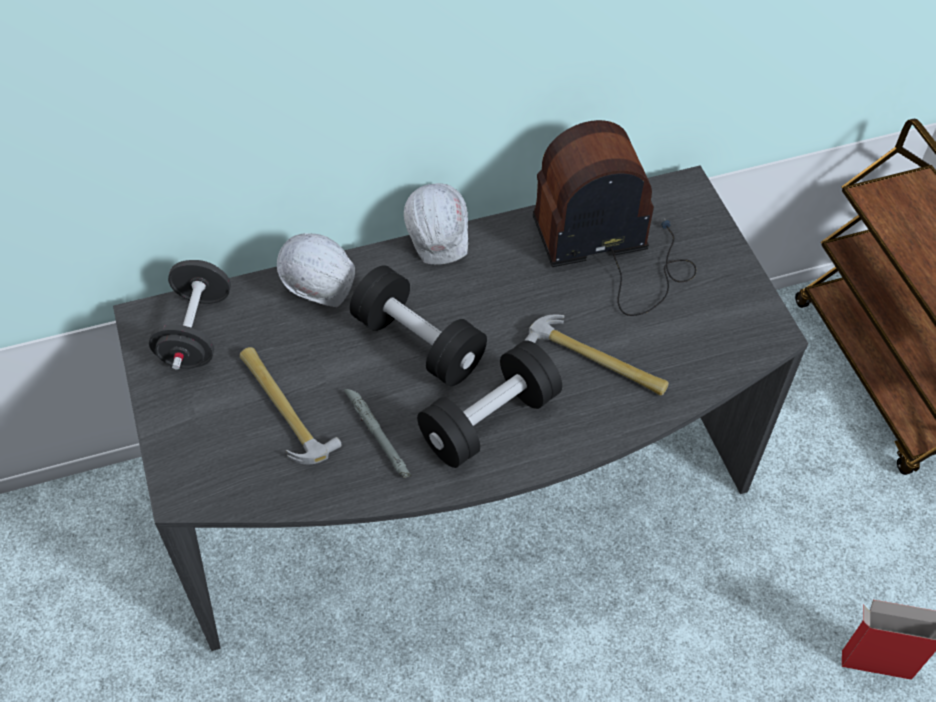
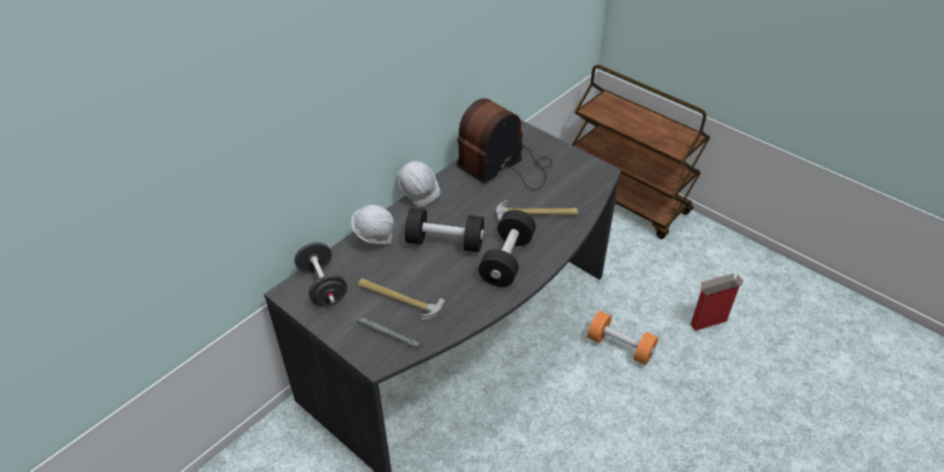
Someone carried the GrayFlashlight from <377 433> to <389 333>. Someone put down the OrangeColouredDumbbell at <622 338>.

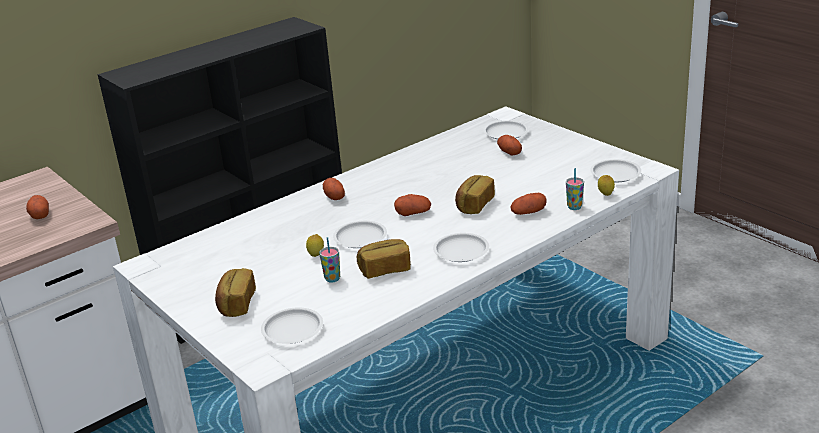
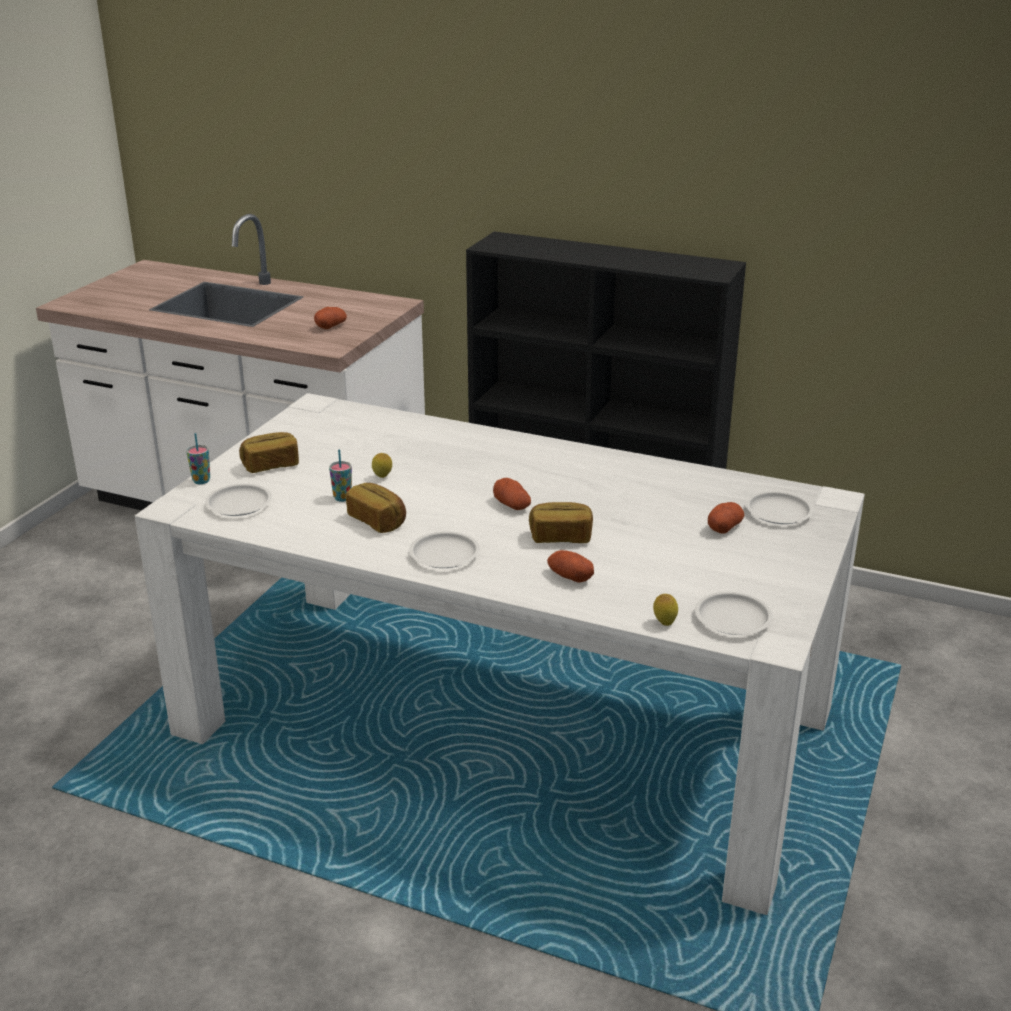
Someone carried the SmallCup from <575 189> to <198 458>. Someone took away the WholePotato at <334 189>. Someone took away the WhitishPlate at <360 234>.

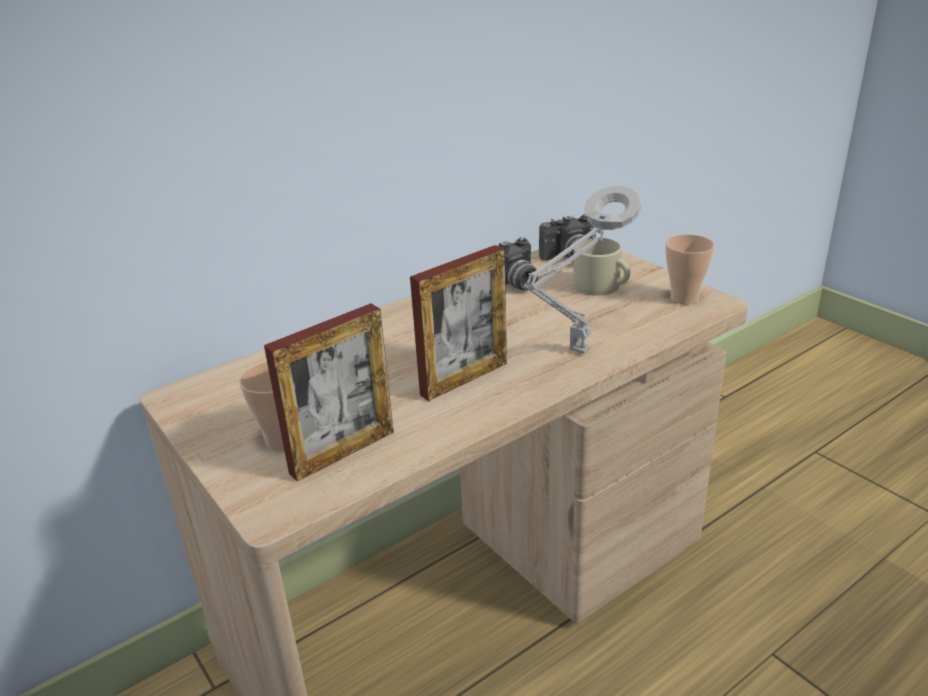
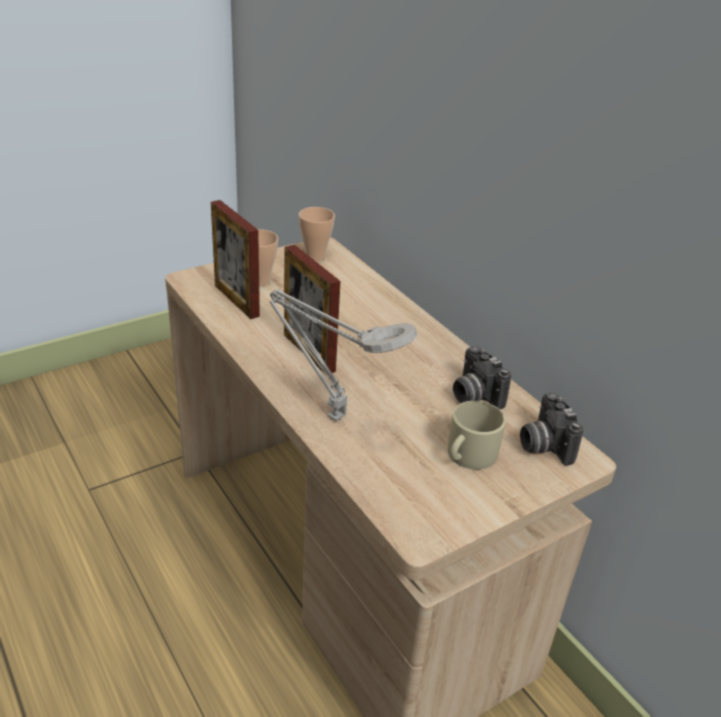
Someone carried the SmallCup from <690 269> to <317 234>.

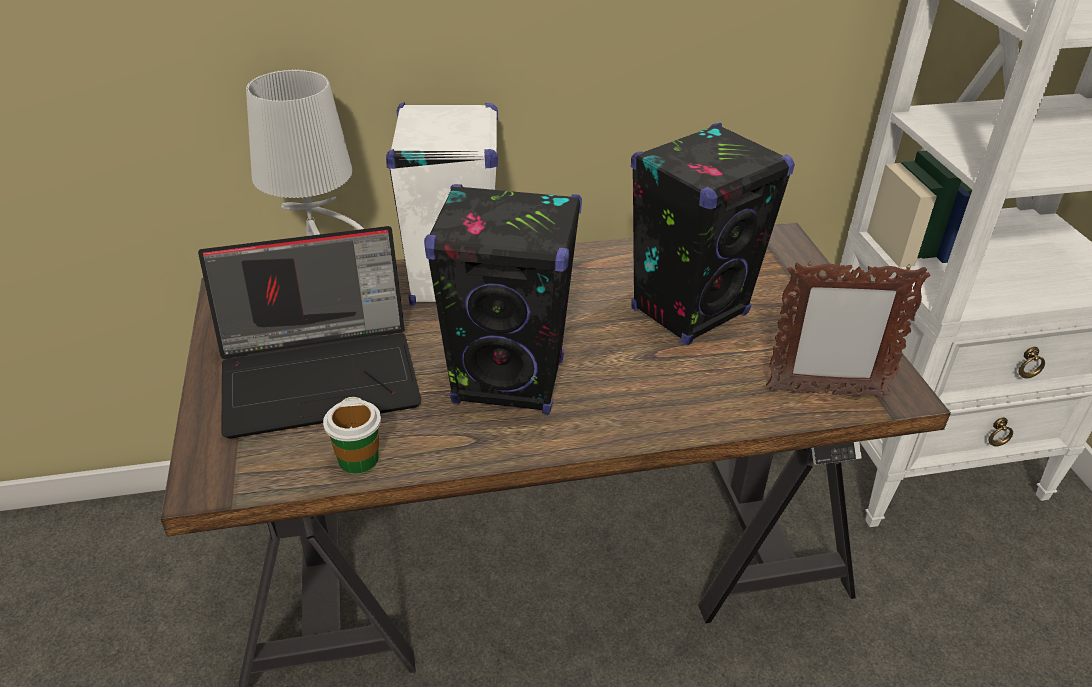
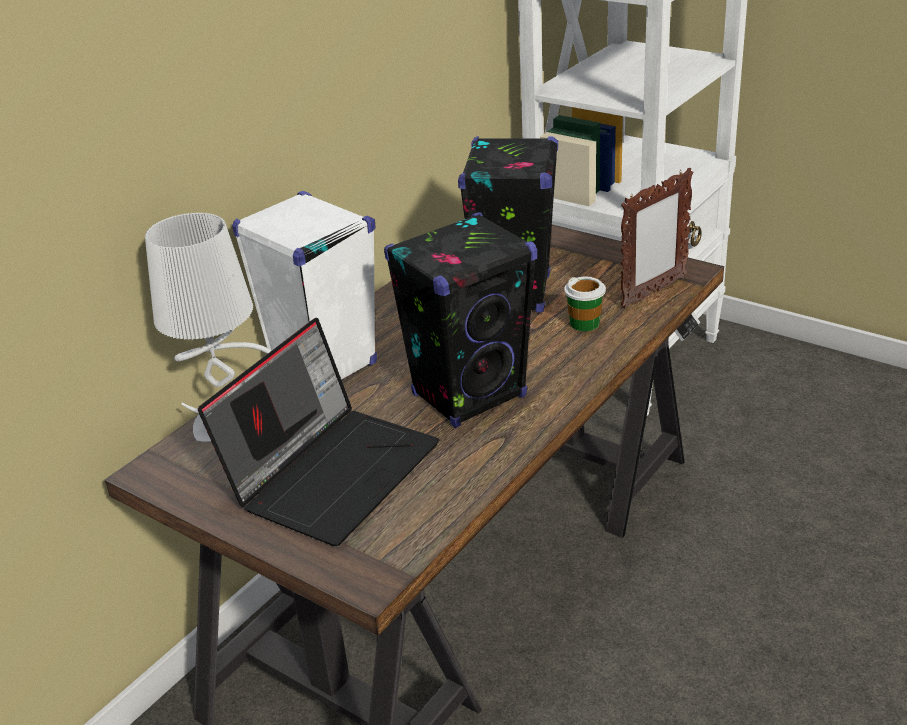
Someone carried the SmallCup from <352 435> to <585 304>.

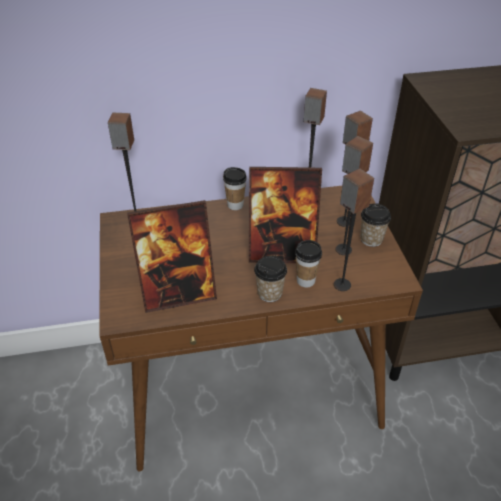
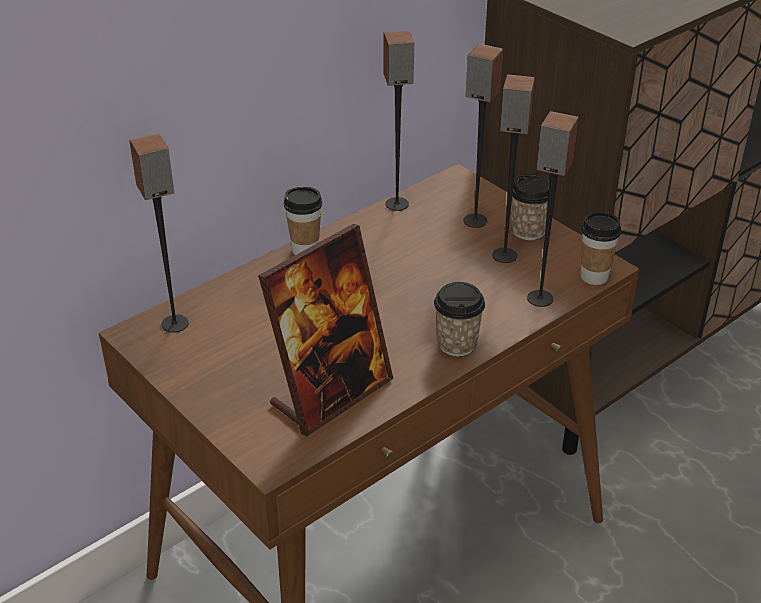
Someone carried the SmallCup from <308 264> to <601 248>. Someone took away the PictureFrame at <285 215>.

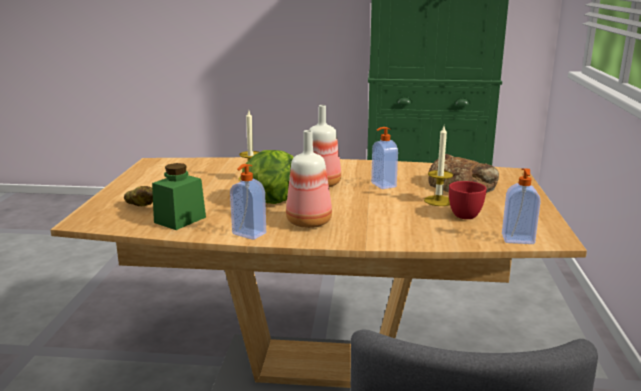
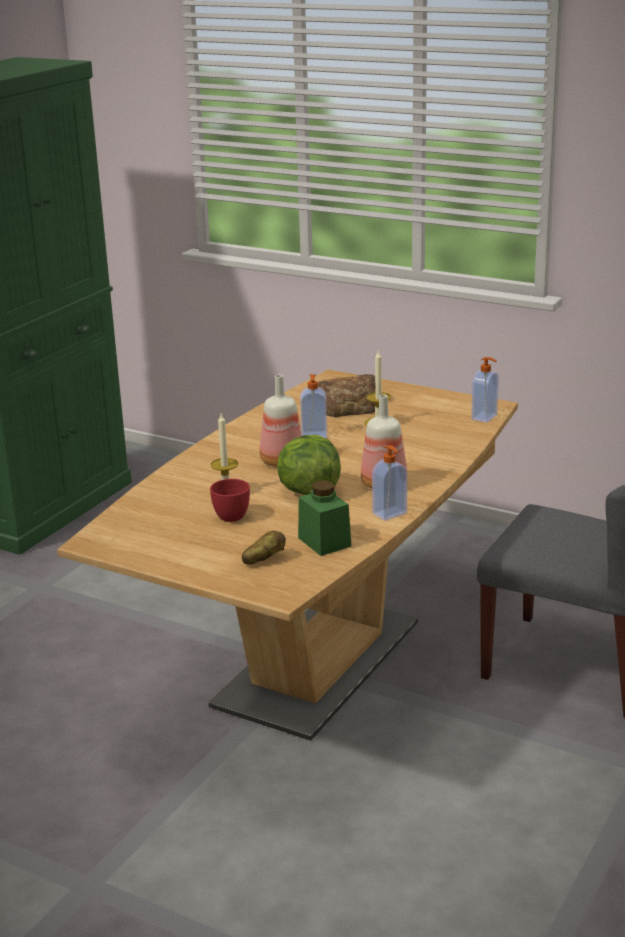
Someone carried the RedSmallCup from <468 200> to <230 500>.

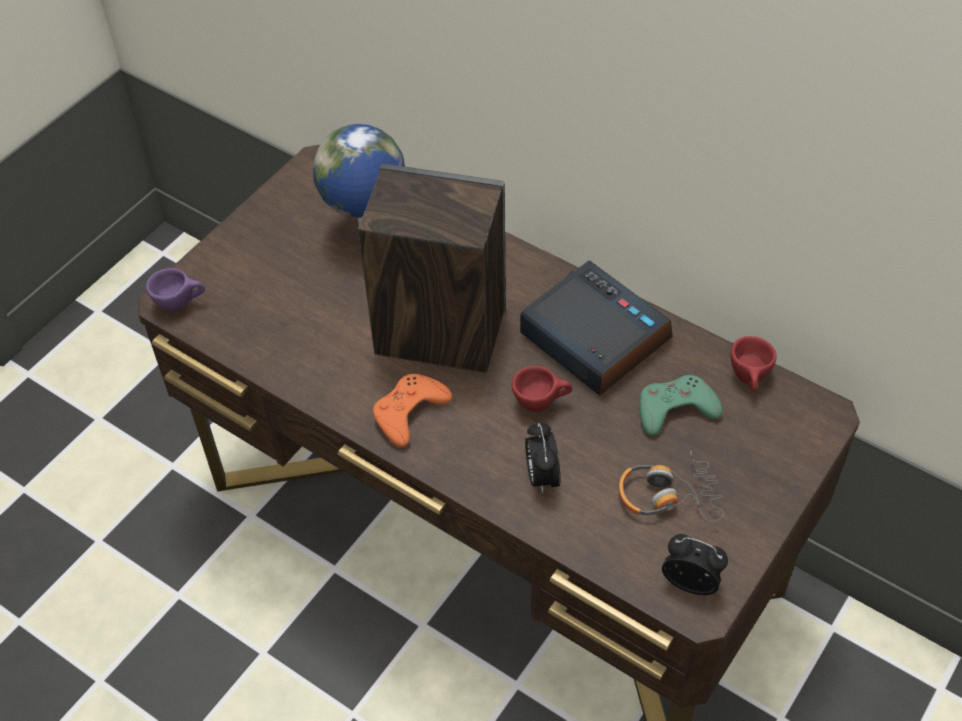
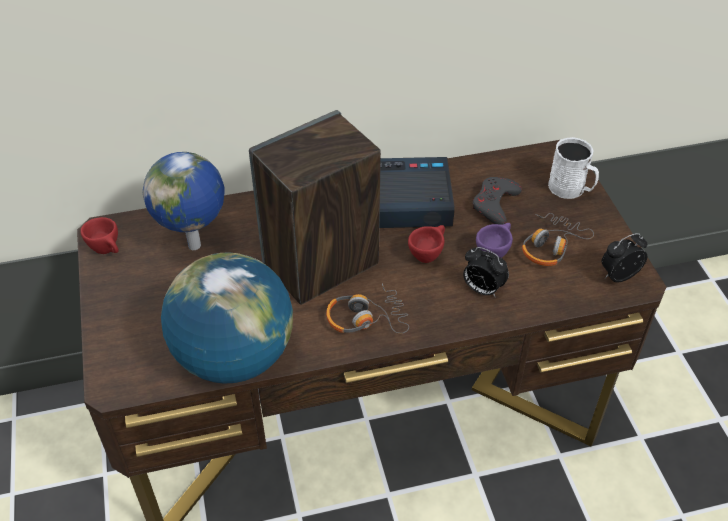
Someone carried the RedSmallCup from <754 364> to <99 235>. Someone put down the Globe at <227 318>. Someone swapped the OrangeColouredJoypad at <412 411> for the Headphones at <367 308>. Someone repainted the GreenColouredJoypad at <681 405>, which became the GrayJoypad at <497 201>. Someone carried the PurpleColouredSmallCup from <175 290> to <494 240>. Someone put down the WhitishTeaMug at <573 168>.

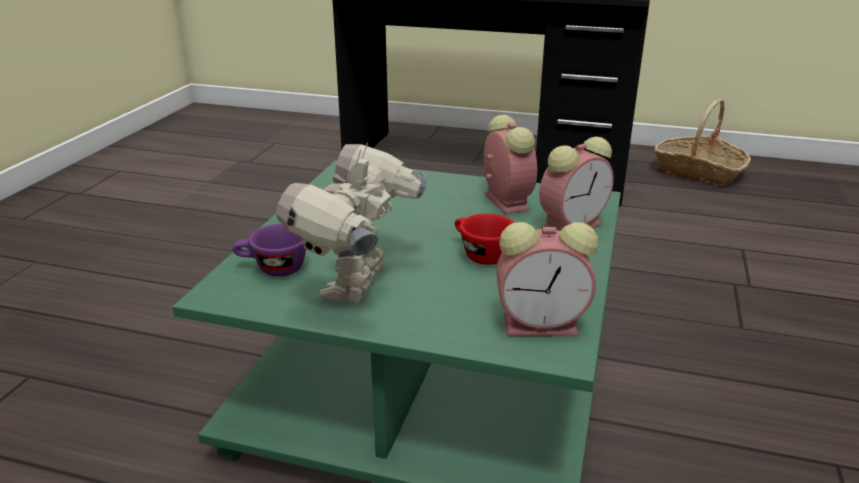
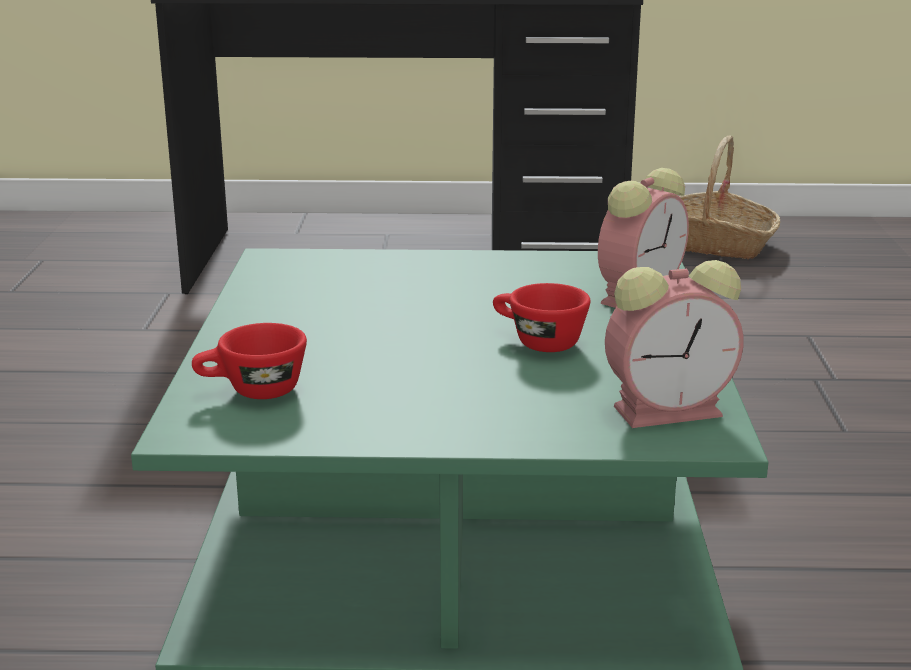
Someone repainted the PurpleColouredSmallCup at <269 250>, which became the RedSmallCup at <249 361>. Someone took away the RobotFigure at <351 223>. Someone took away the BedsideClock at <510 164>.

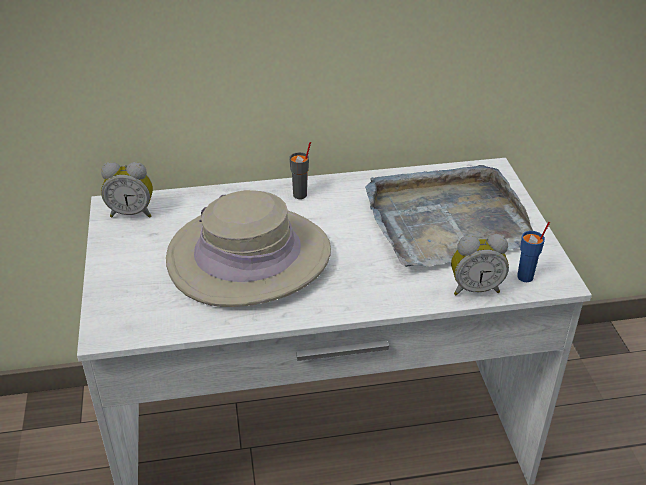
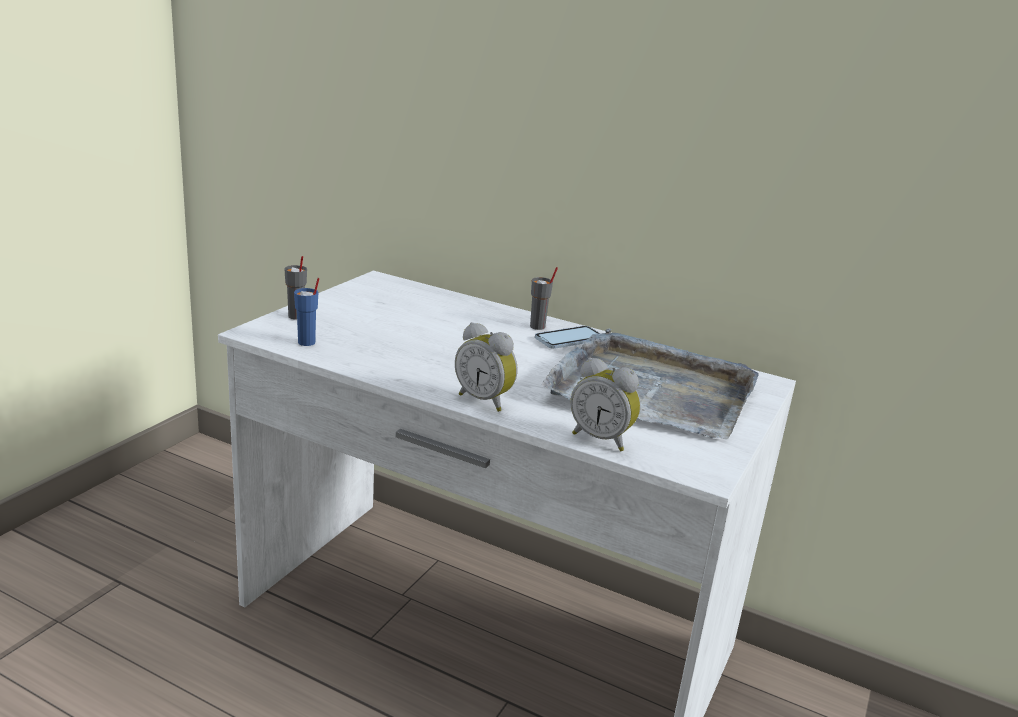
Someone put down the GraySmallCup at <295 288>. Someone carried the BluishSmallCup from <533 252> to <307 312>. Someone carried the BedsideClock from <127 190> to <486 367>. Someone put down the Phone at <568 337>. Someone took away the BeigeColouredHat at <248 248>.

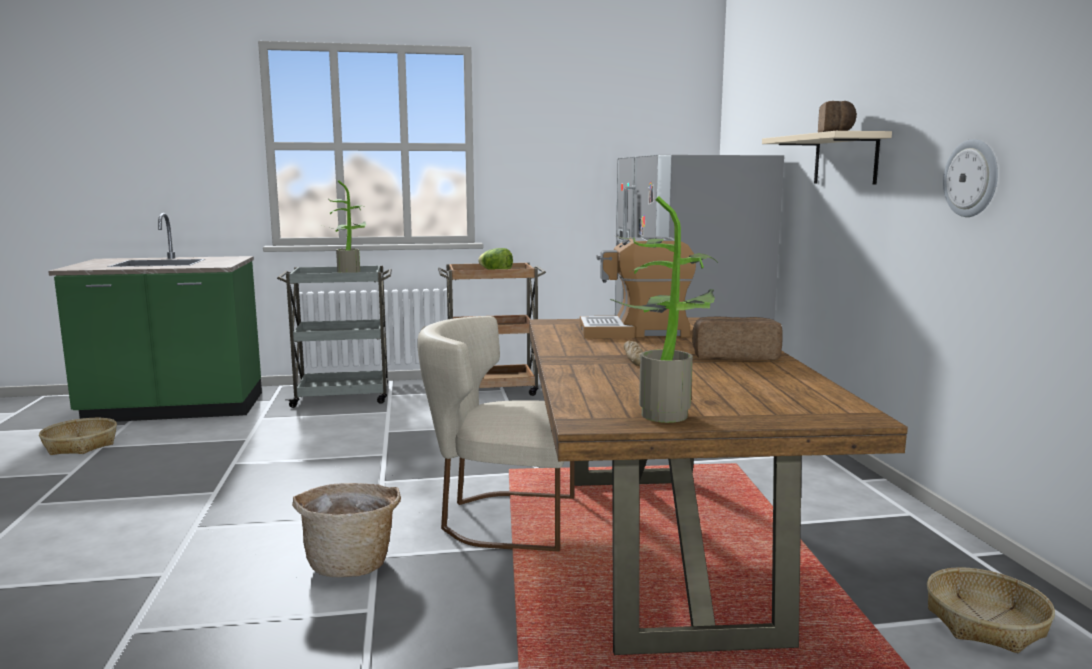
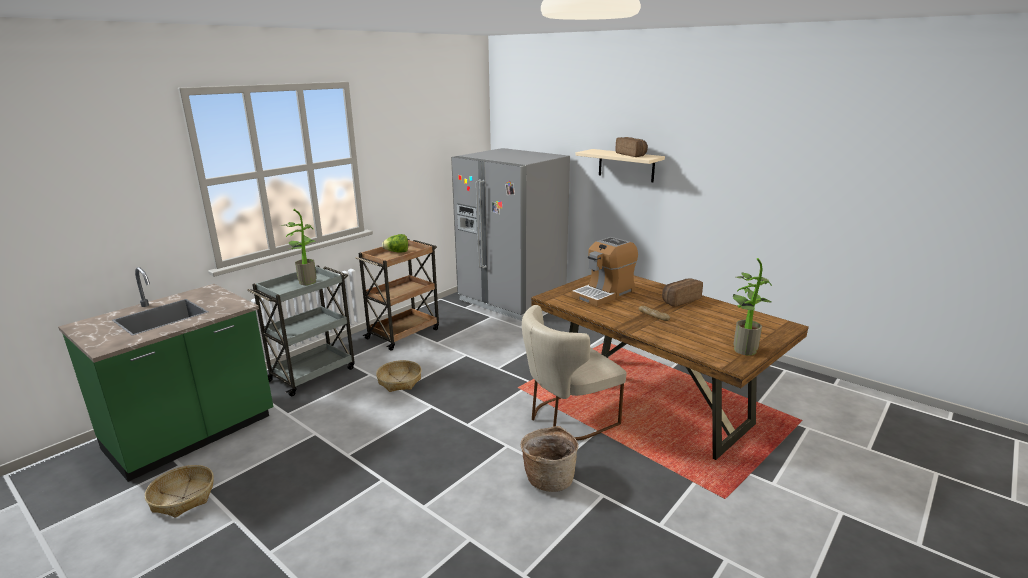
Someone carried the Basket from <991 610> to <399 376>. Someone took away the ClockOnTheWall at <970 178>.

